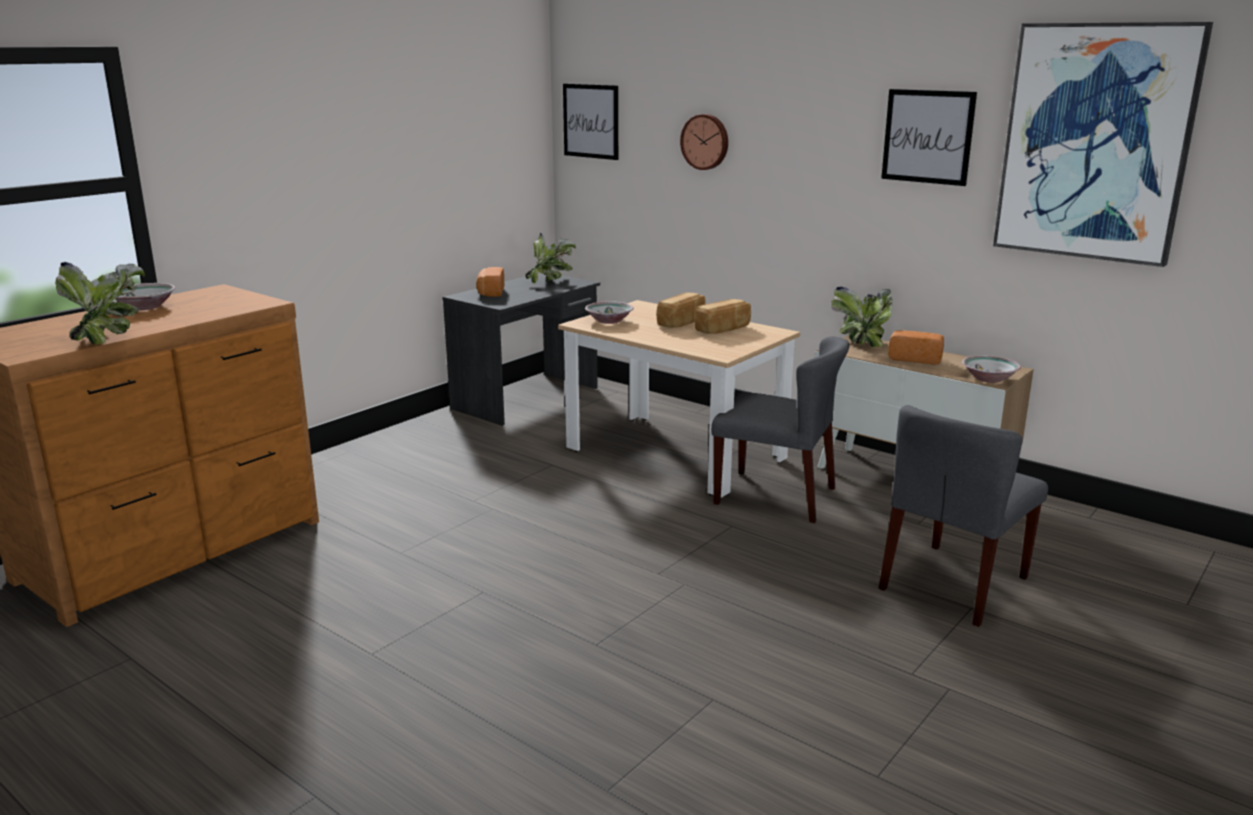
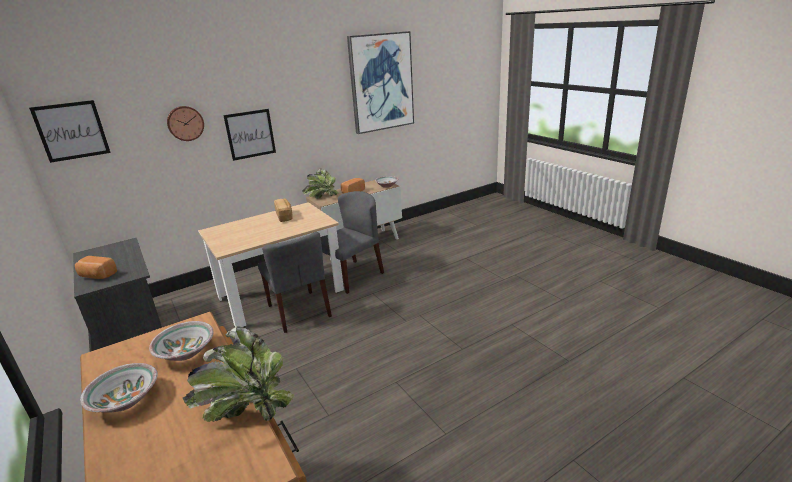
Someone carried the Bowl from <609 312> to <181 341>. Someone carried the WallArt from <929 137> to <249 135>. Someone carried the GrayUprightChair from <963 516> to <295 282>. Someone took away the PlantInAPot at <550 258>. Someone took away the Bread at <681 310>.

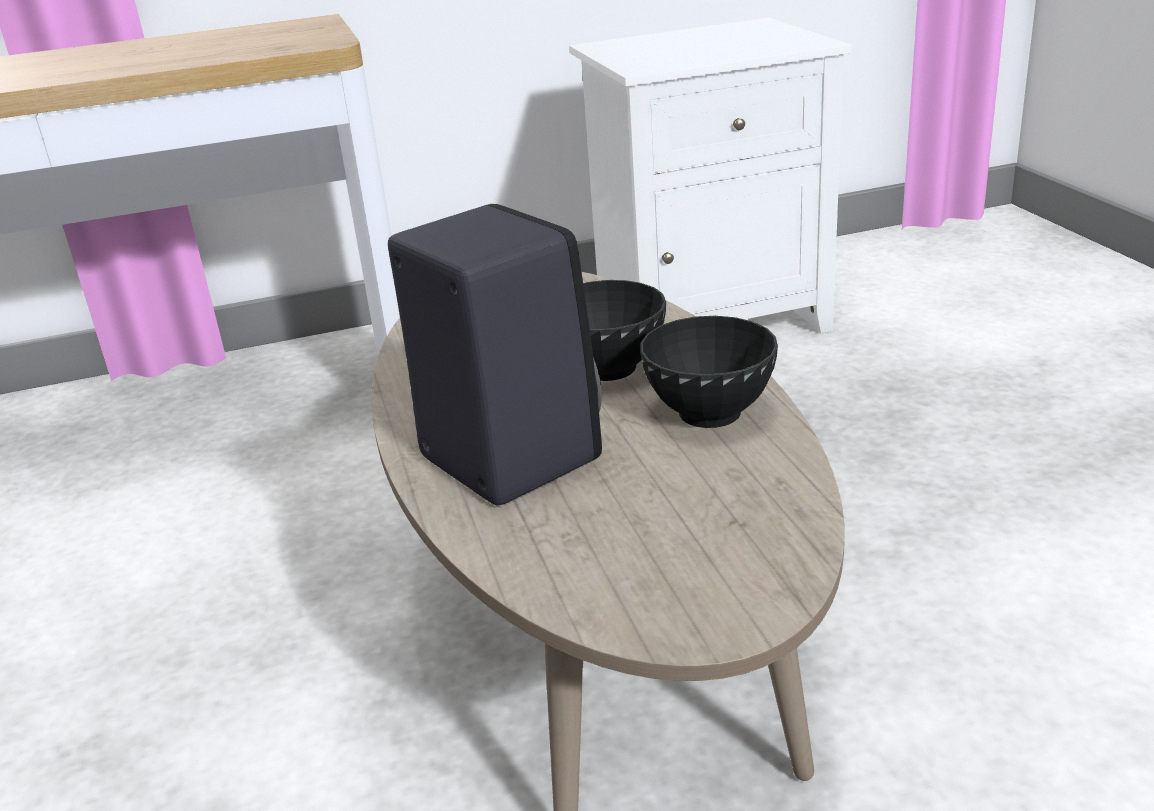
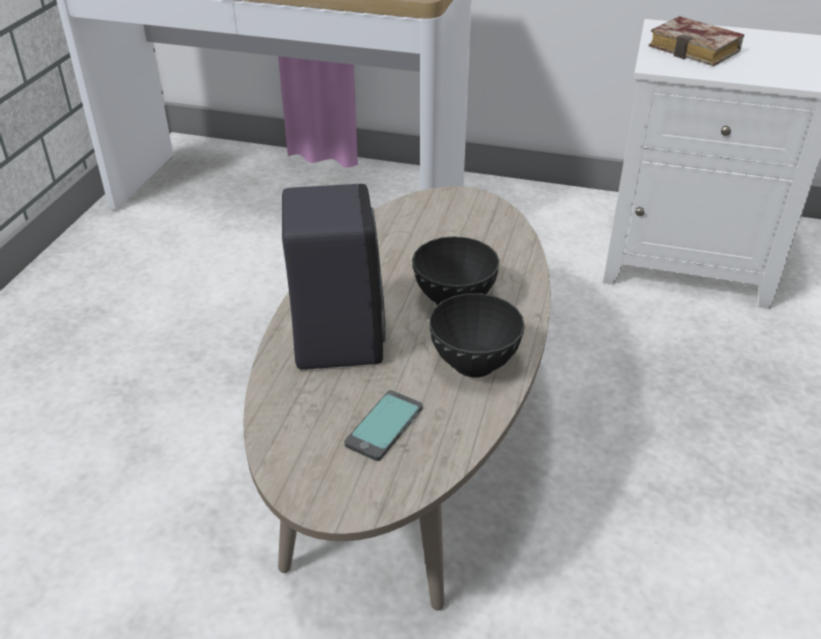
Someone put down the Phone at <383 425>. Someone put down the Book at <697 41>.

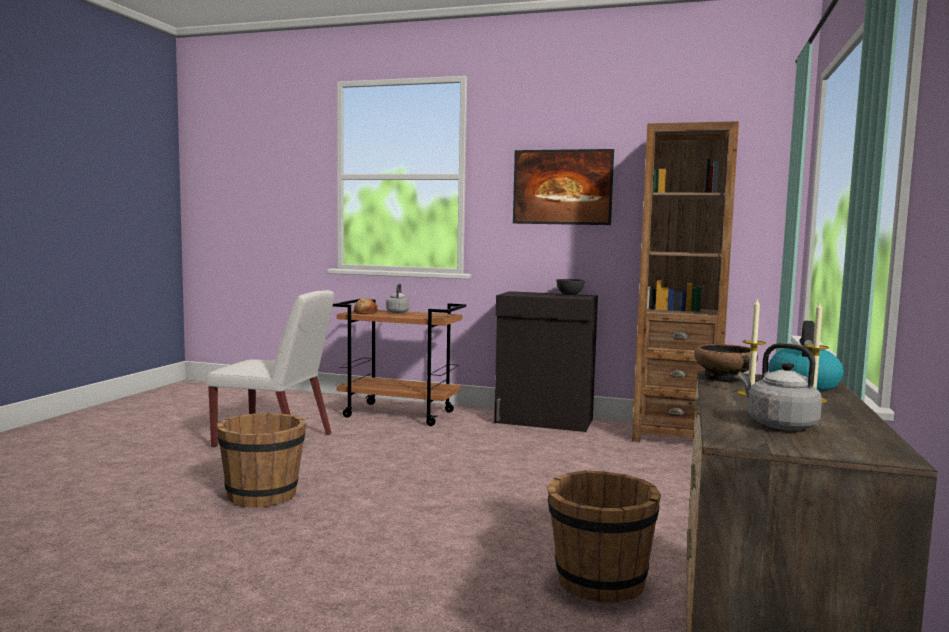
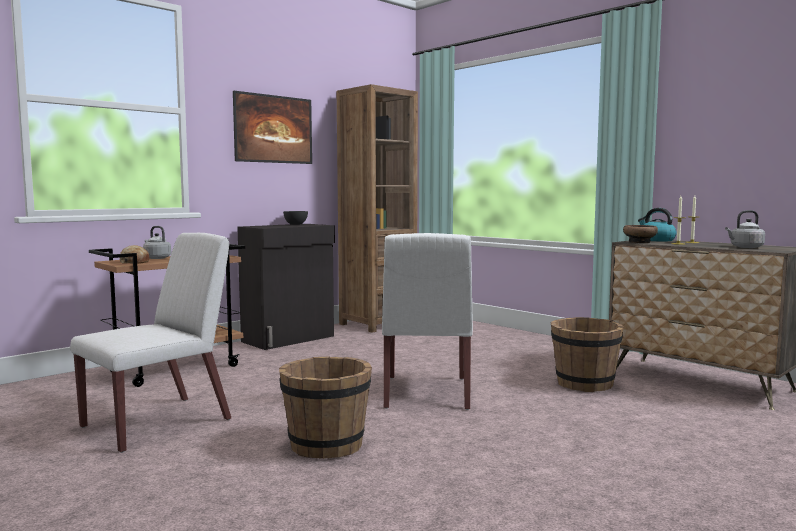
Someone put down the WhitishUprightChair at <427 321>.

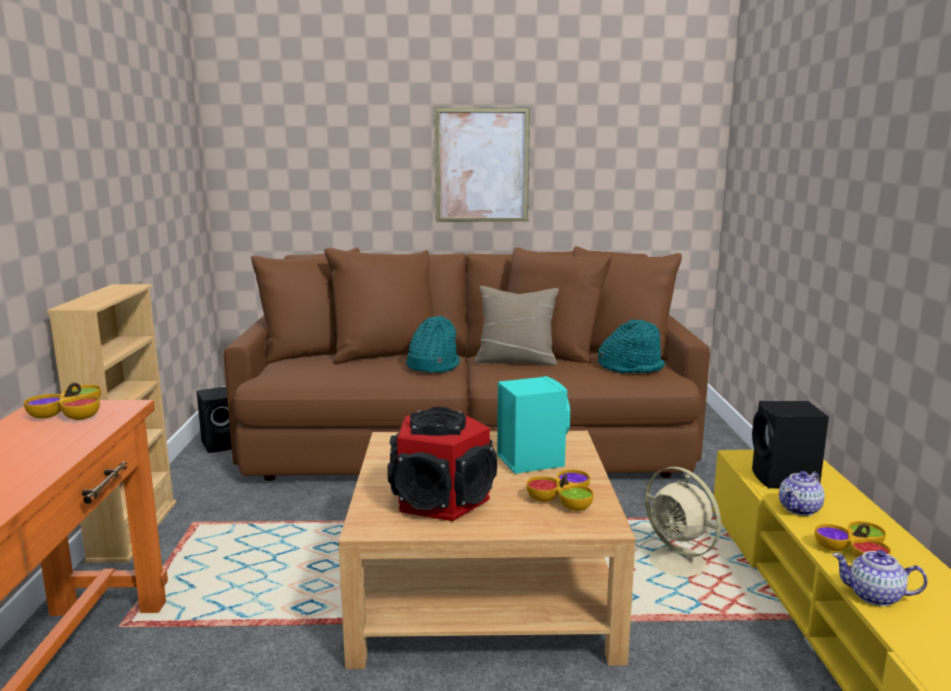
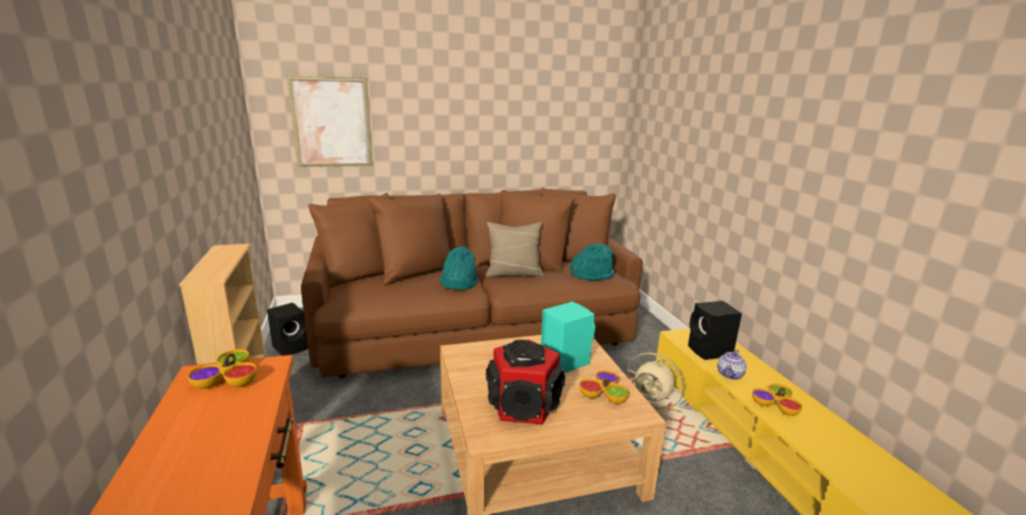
Someone carried the WallArt from <482 165> to <330 121>. Someone took away the PotForTea at <880 578>.

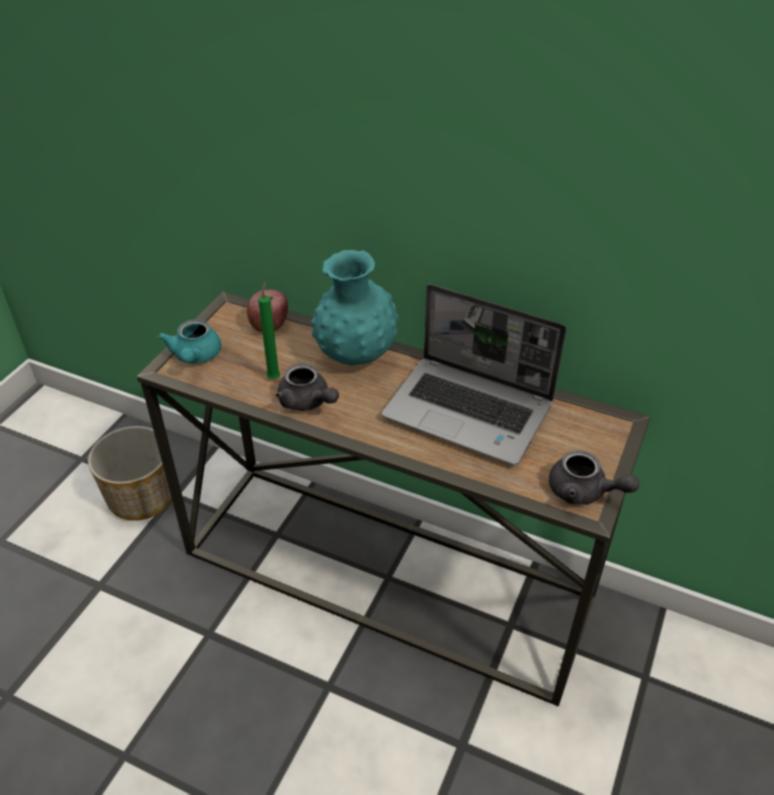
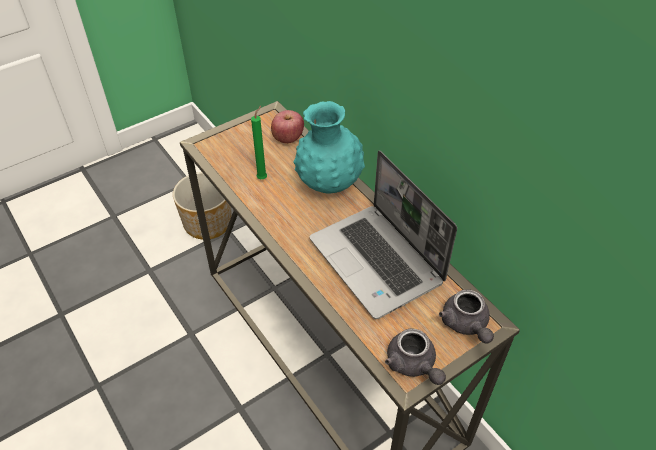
Someone carried the GrayPotForTea from <307 387> to <466 316>. Someone took away the TurquoiseColouredPotForTea at <189 341>.

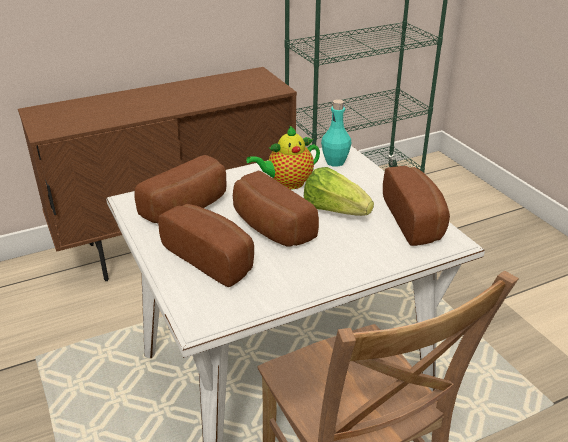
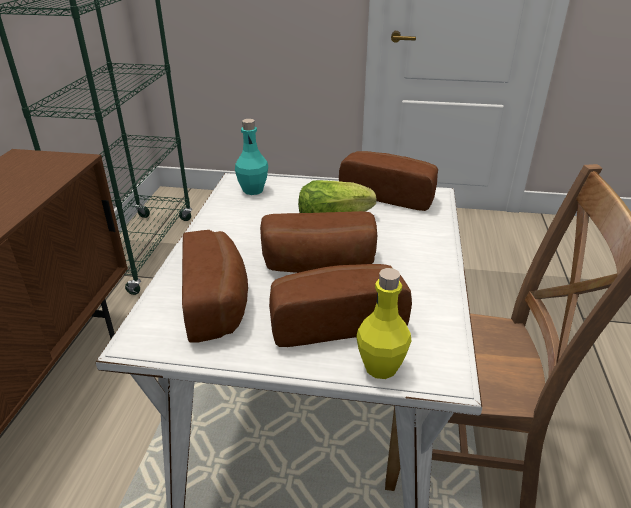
Someone put down the YellowColouredDrinkBottle at <383 323>. Someone took away the PotForTea at <283 157>.

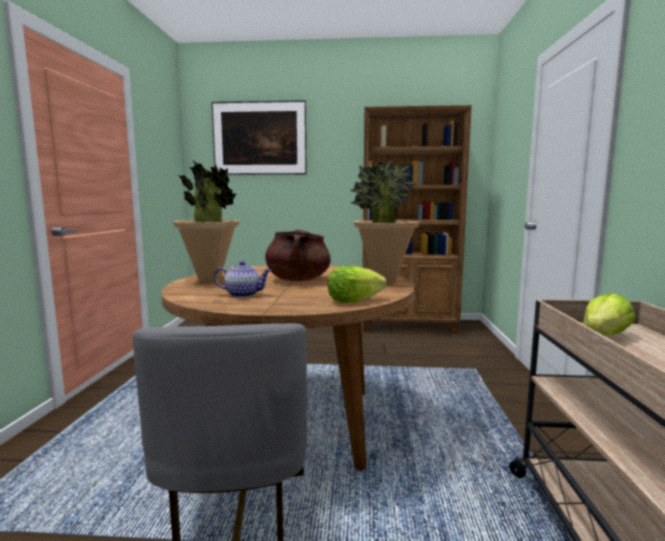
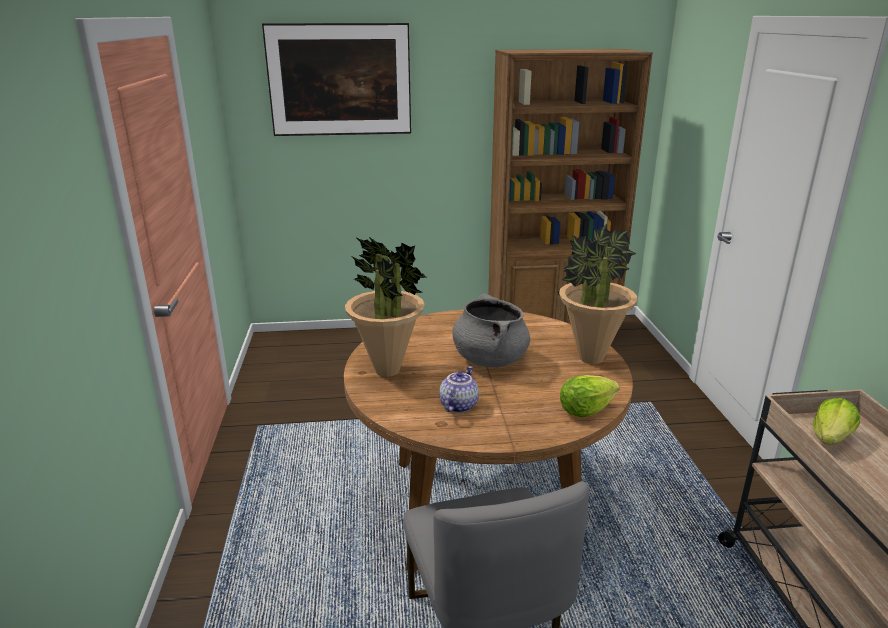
Someone rotated the PotForTea at <243 279> by 60 degrees counterclockwise. Someone repainted the BrownishSaucepot at <298 255>, which became the GraySaucepot at <491 330>.

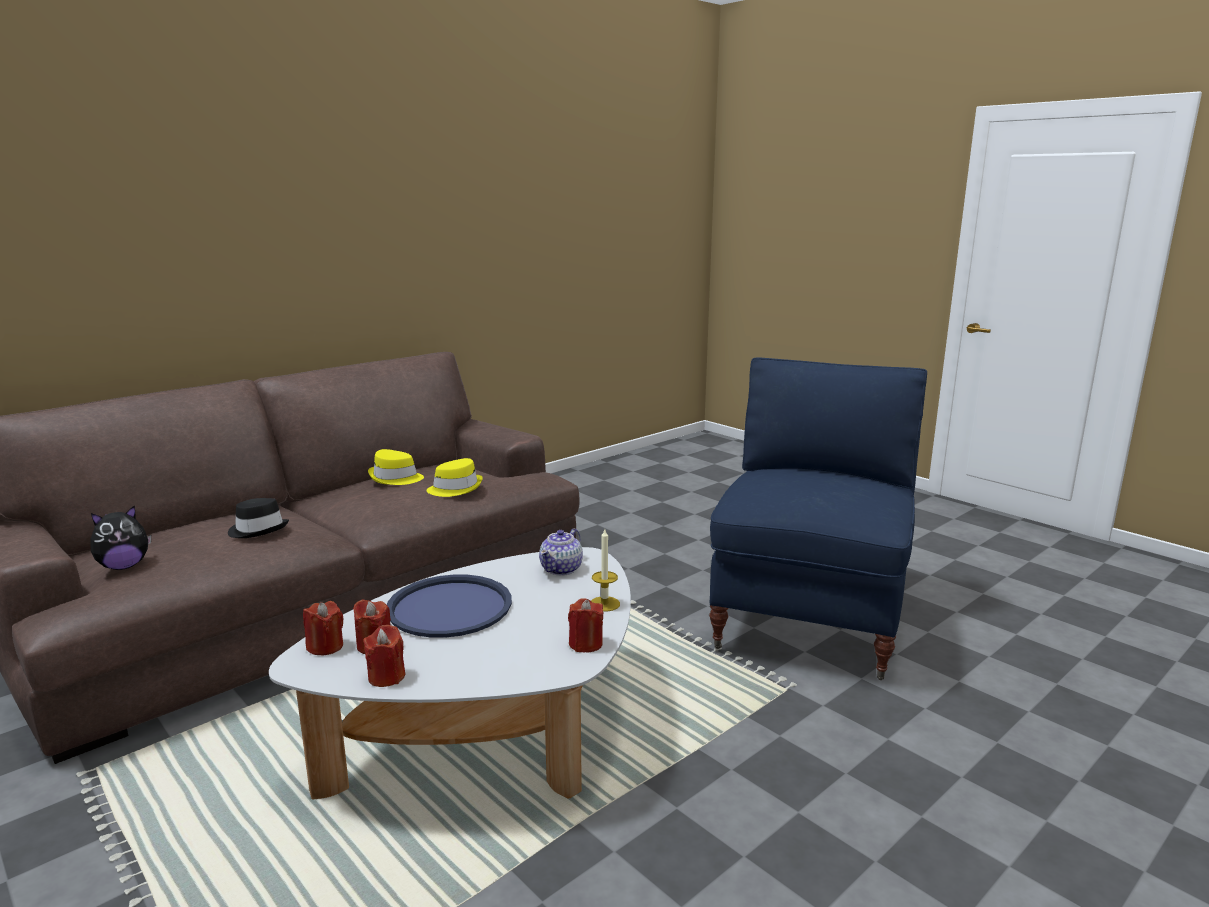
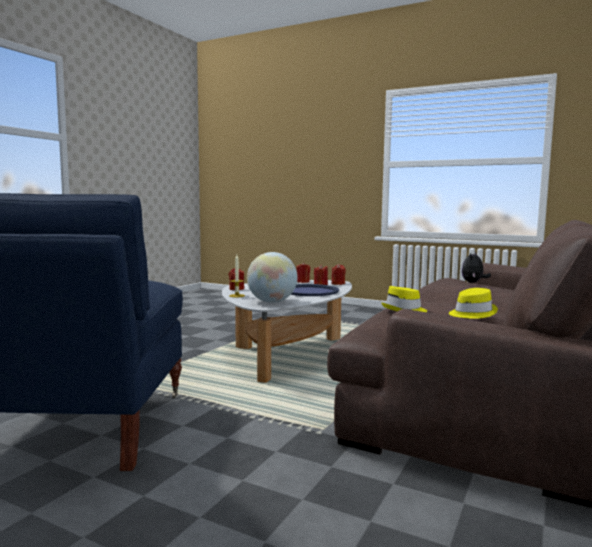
Someone swapped the PotForTea at <561 552> for the Globe at <272 277>. Someone took away the BlackishHat at <258 518>.

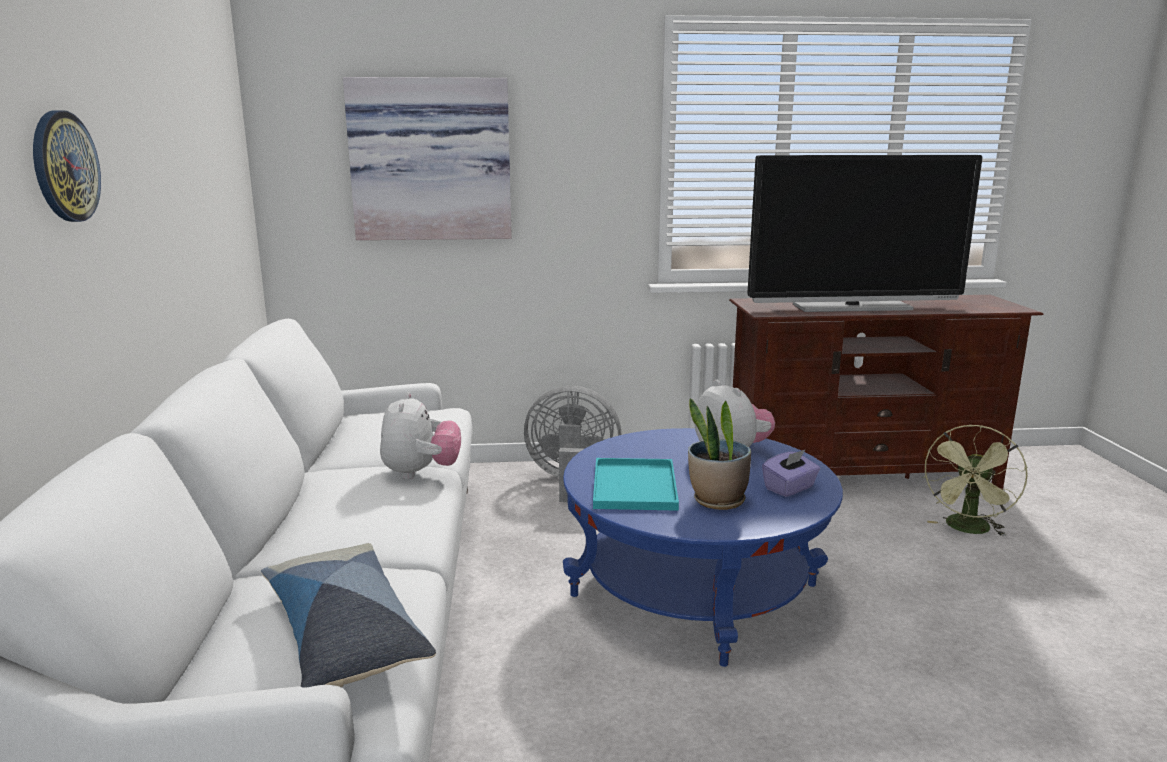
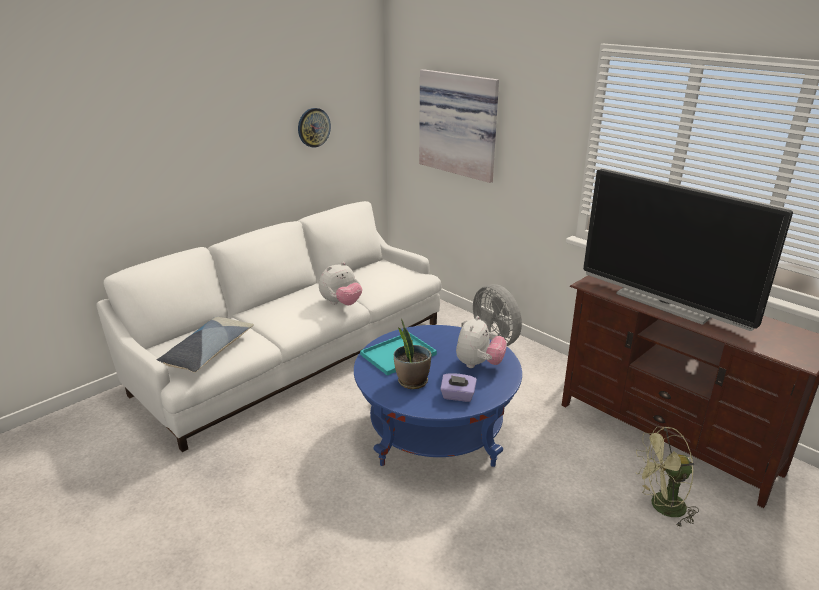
Someone carried the ClockOnTheWall from <67 166> to <314 127>.

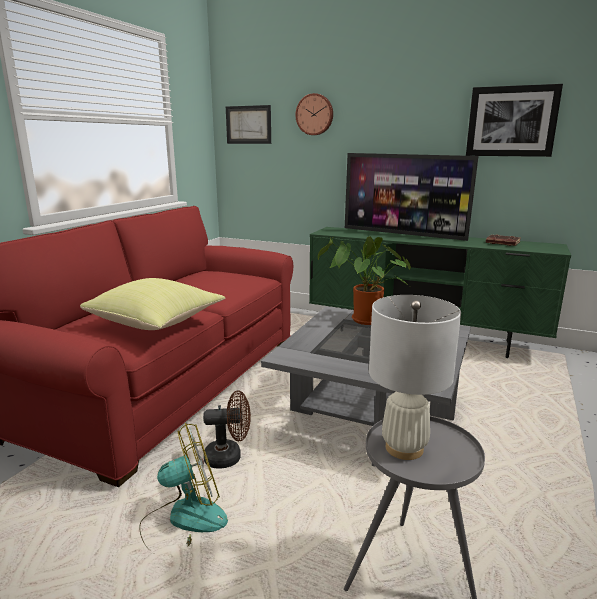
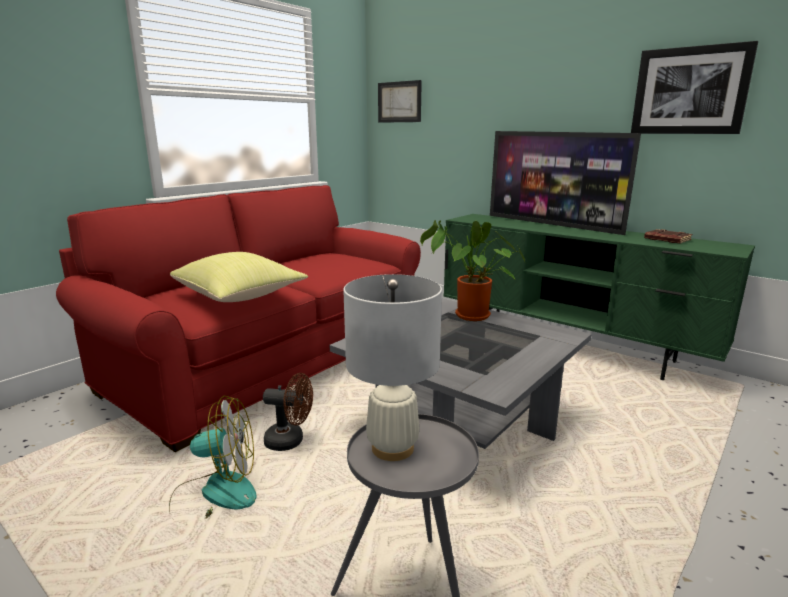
Someone took away the ClockOnTheWall at <314 114>.

